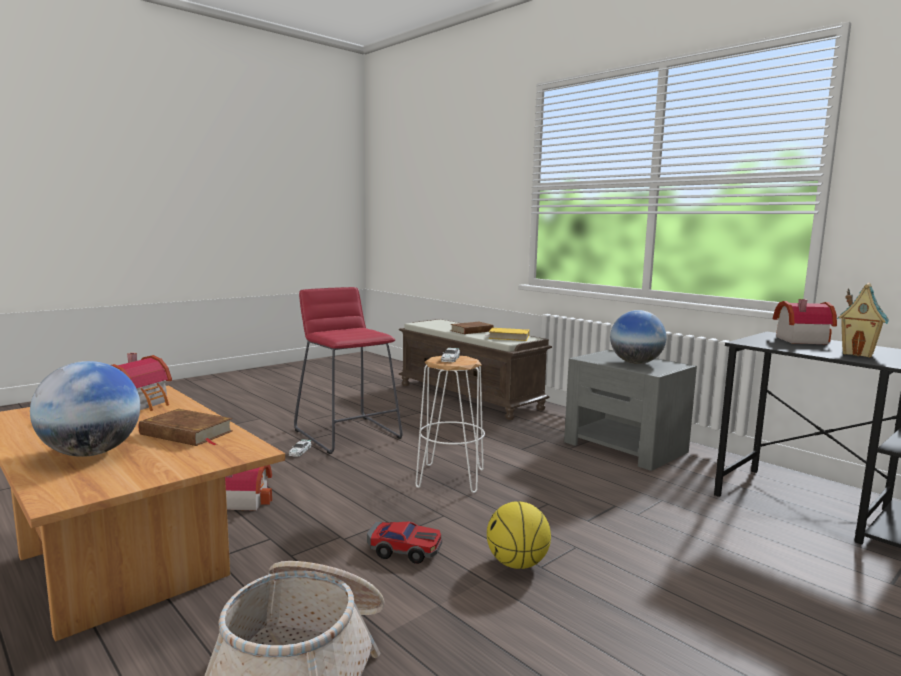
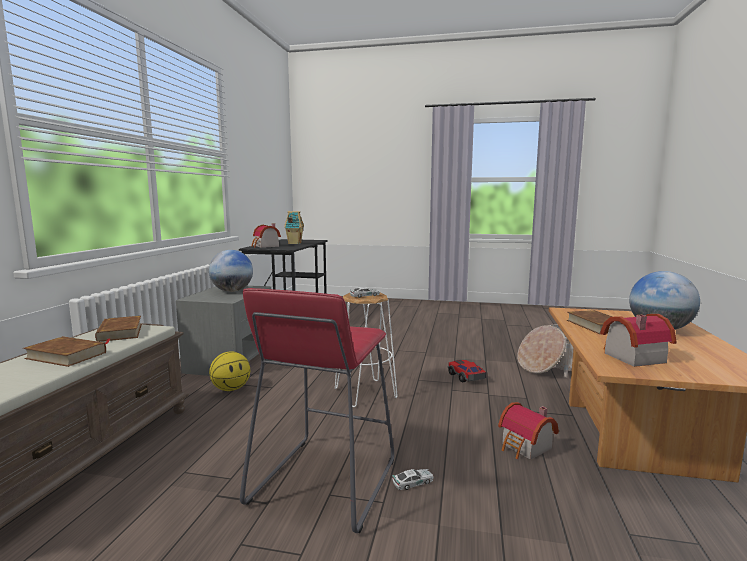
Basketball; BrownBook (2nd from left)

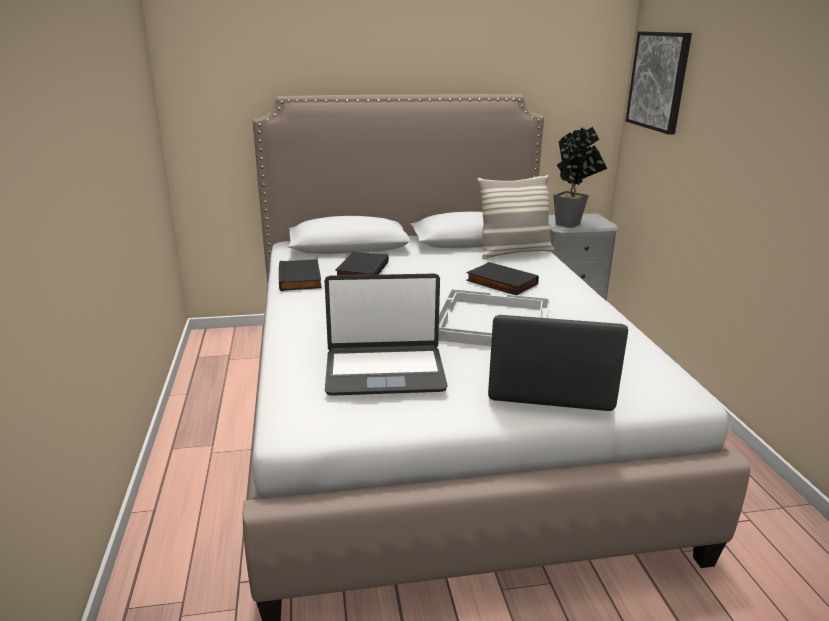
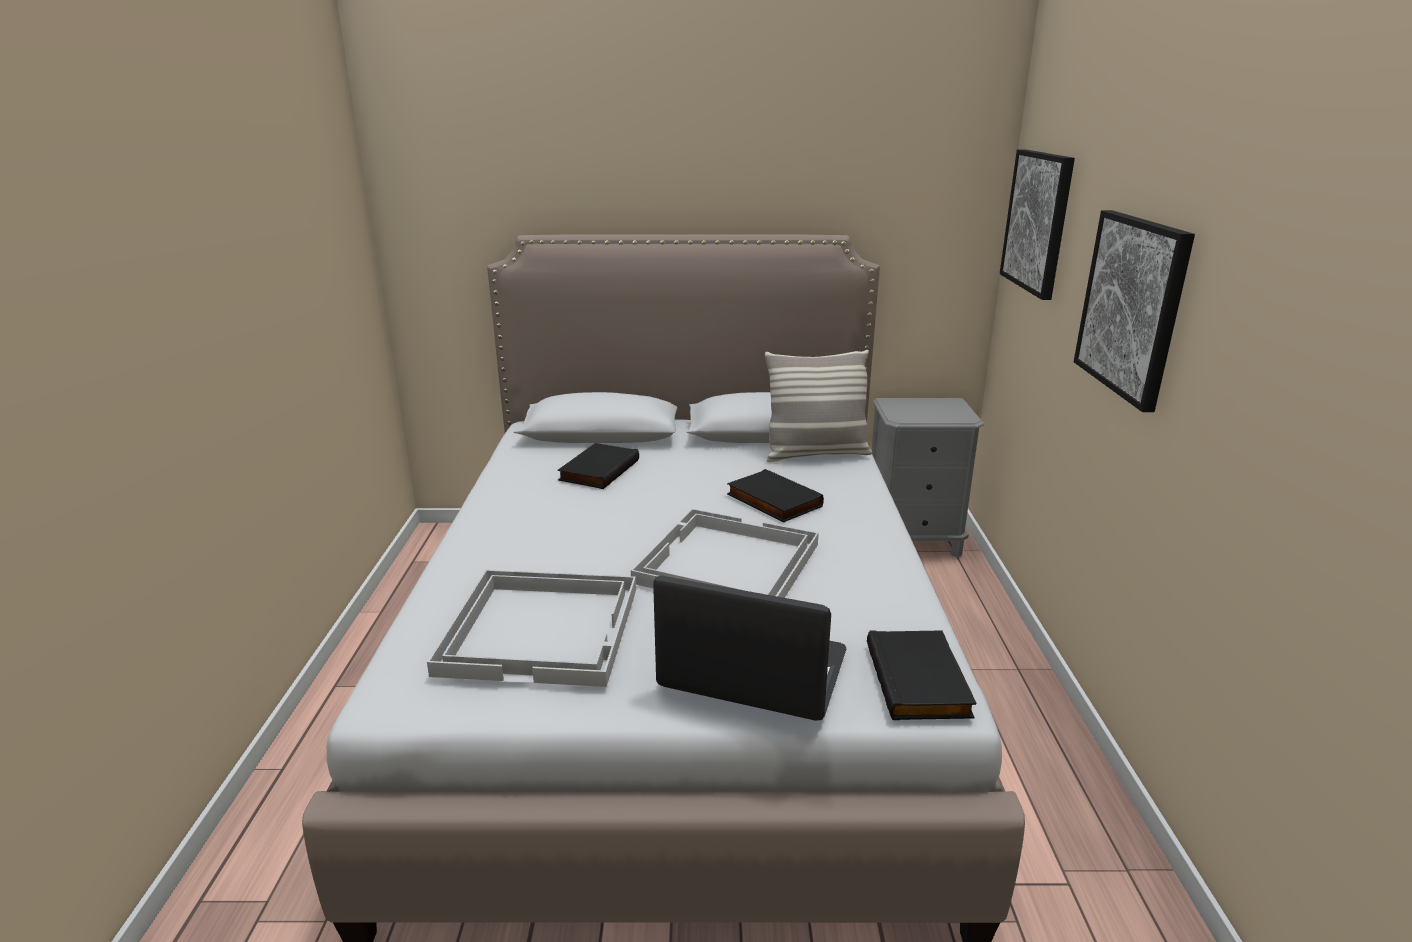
BlackBook (3rd from left); WhiteTray (1st from left); PottedPlant; Picture (2nd from left)

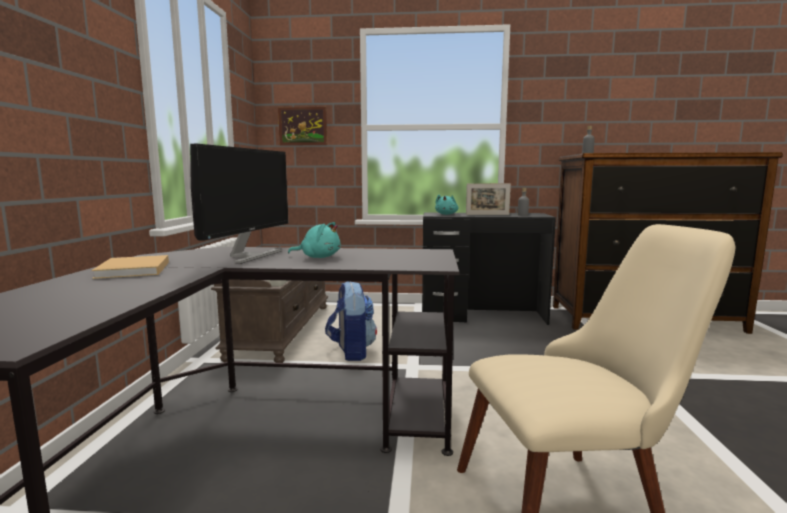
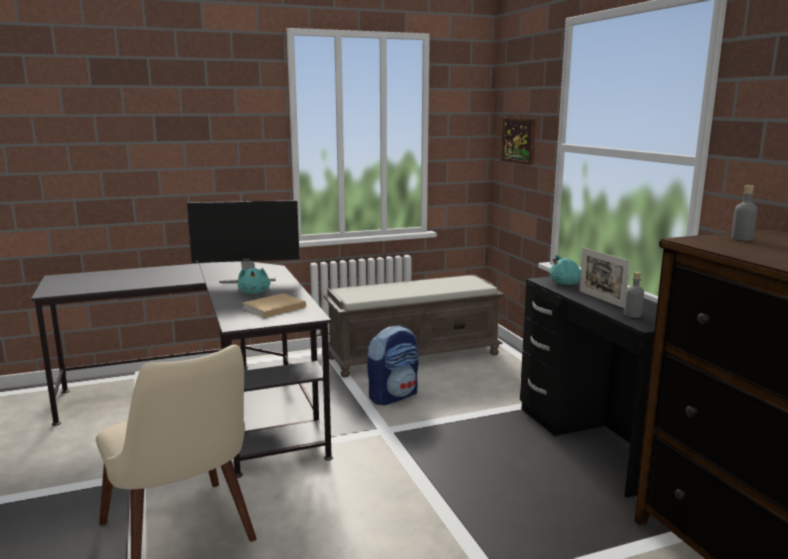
BeigeBook

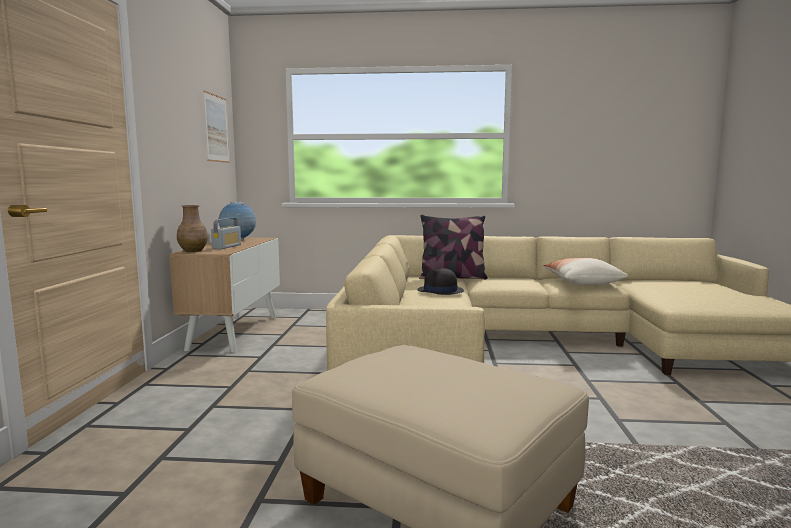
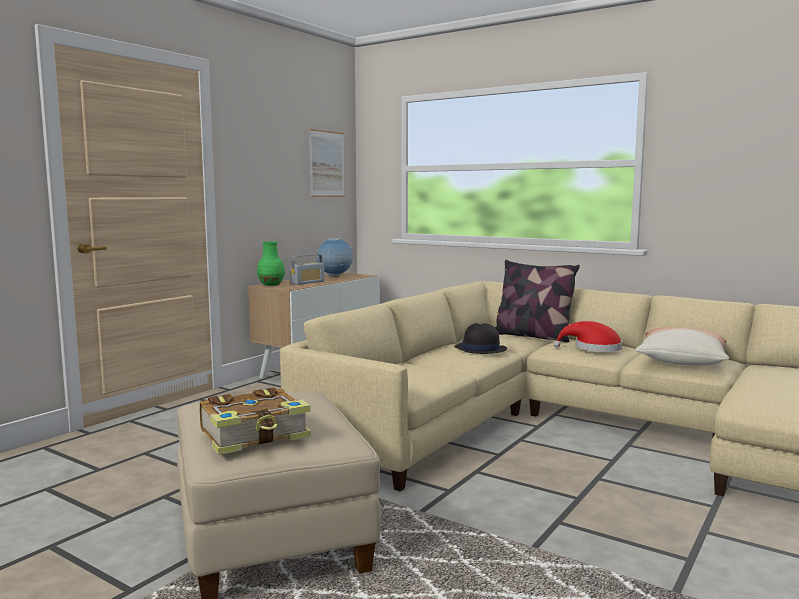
GreenVase; Book; RedHat

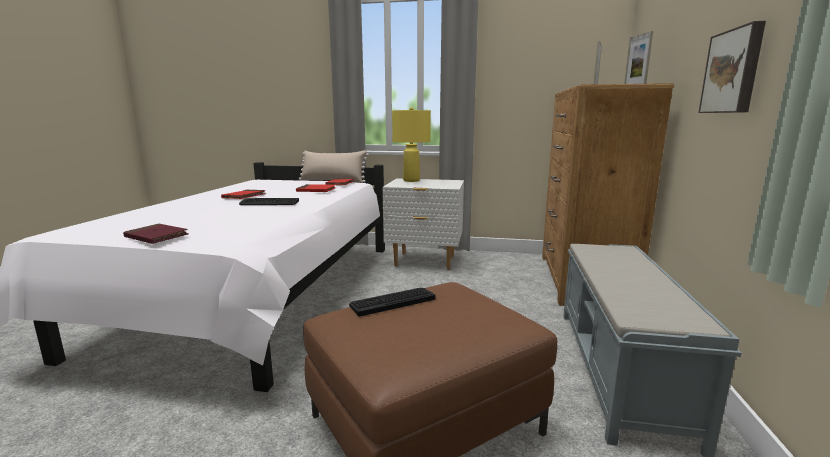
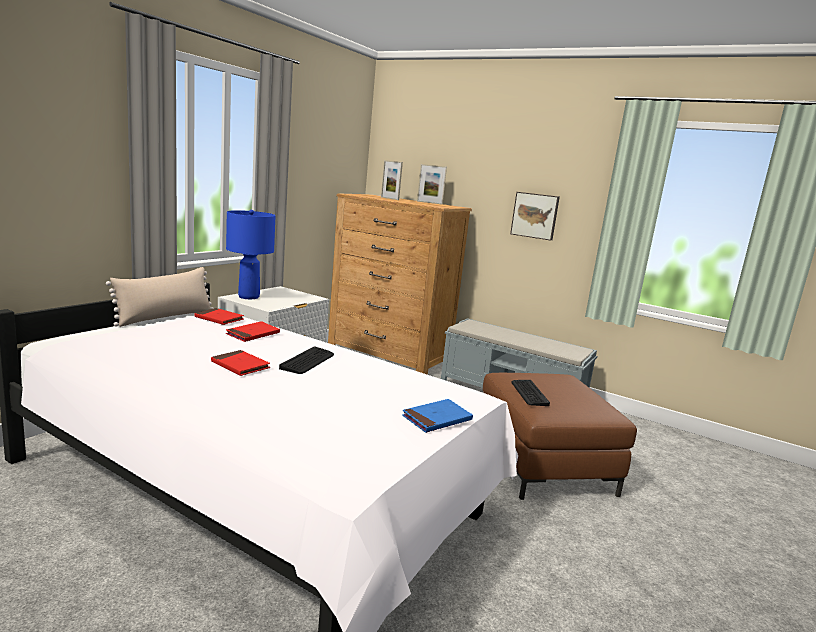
BlueBook; BlueTableLamp

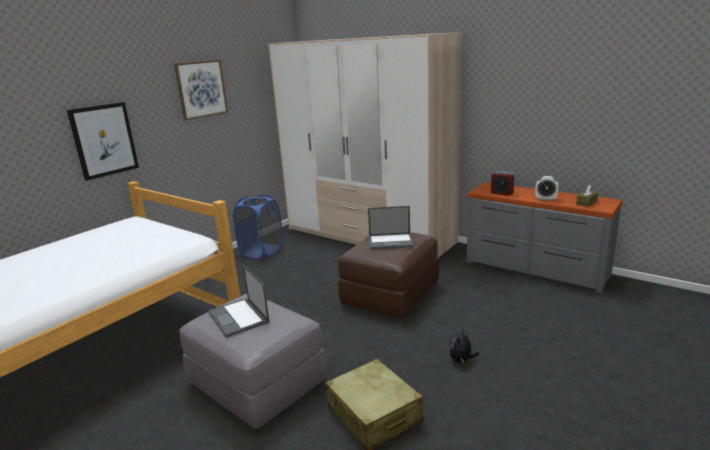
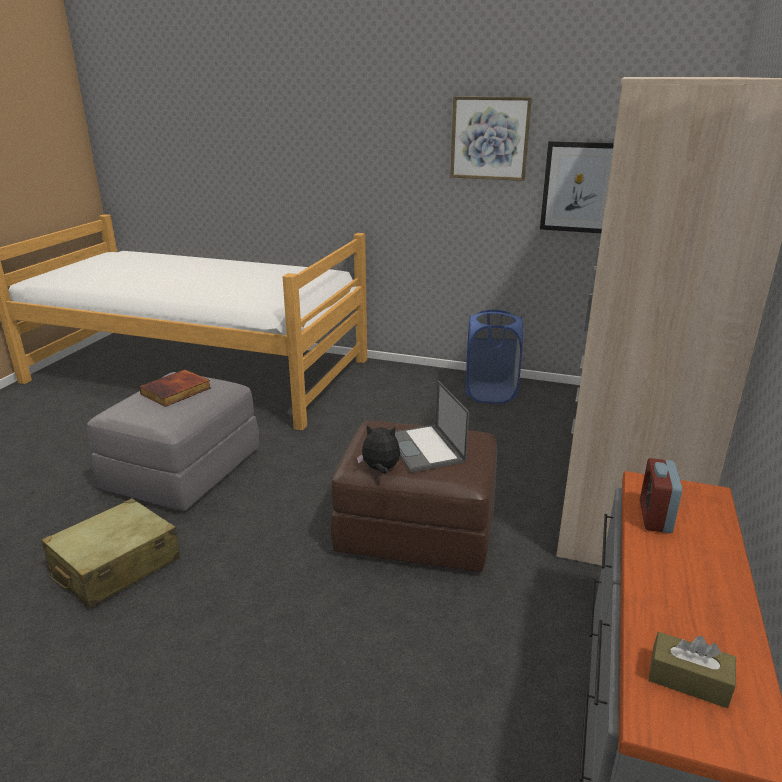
Picture (2nd from left); Book; PlushToy; AlarmClock (2nd from left in the first image)

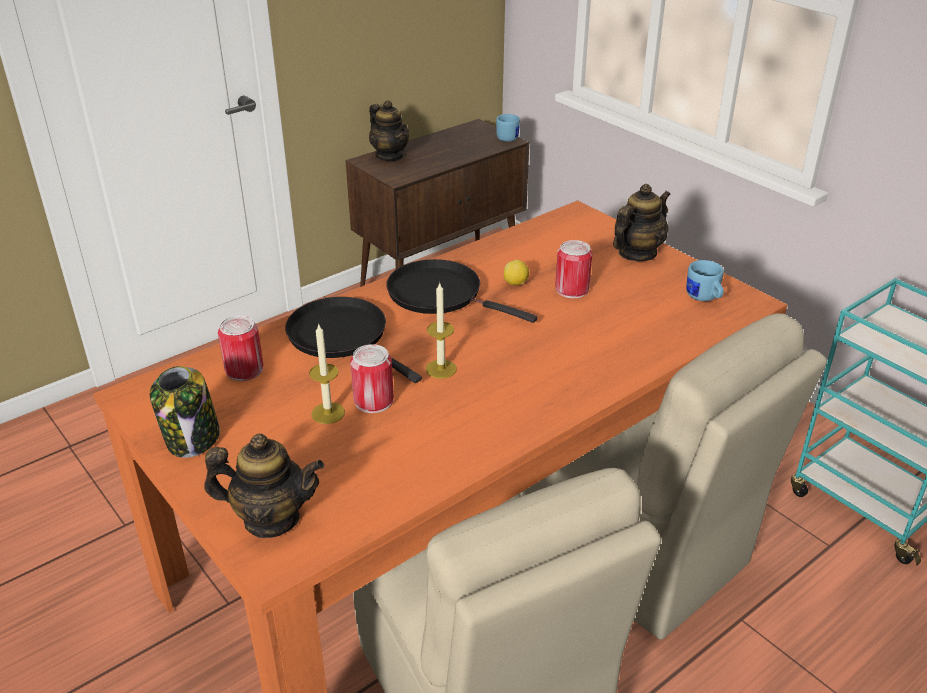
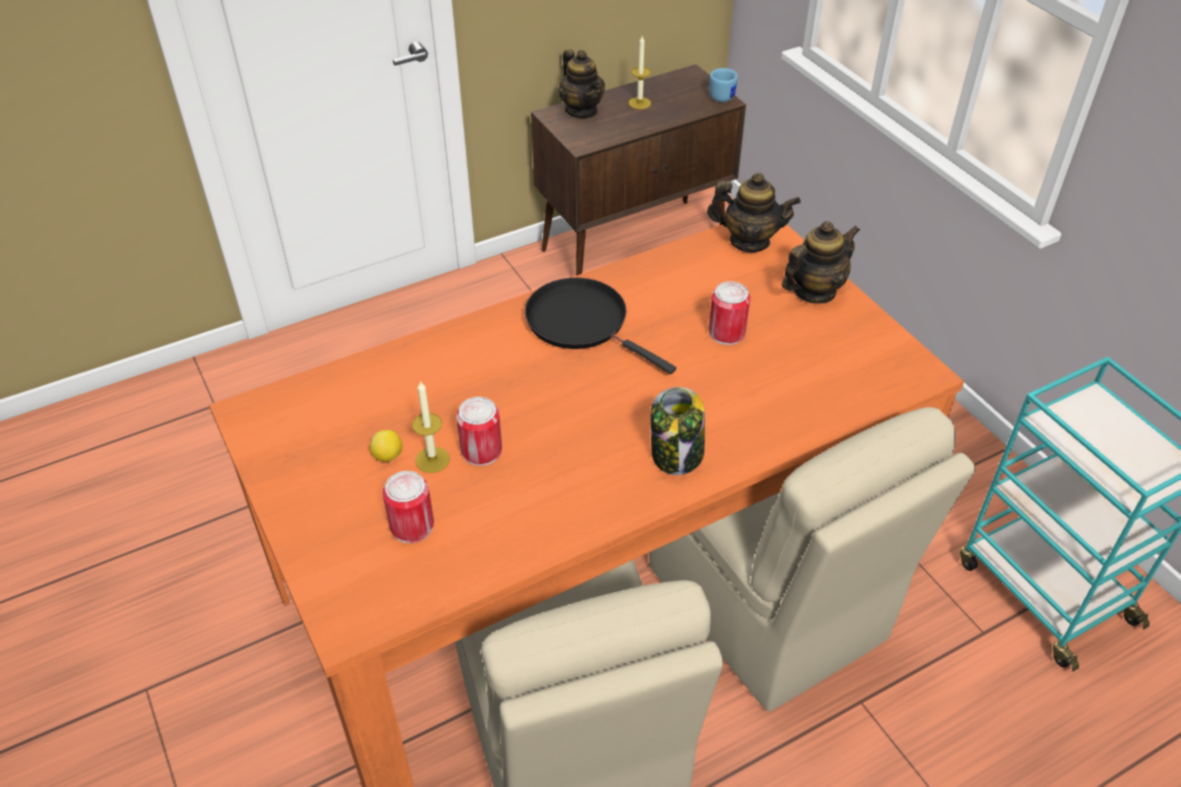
Jar; Teapot (2nd from left); Can (1st from left); BlackFryingPan (1st from left in the first image); Candle (2nd from left); Lemon; BlueMug (2nd from left in the first image)

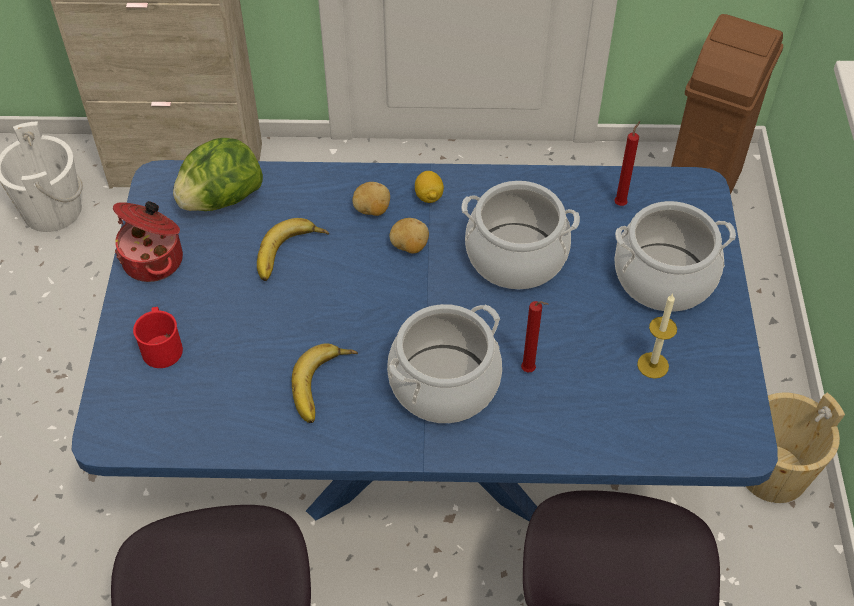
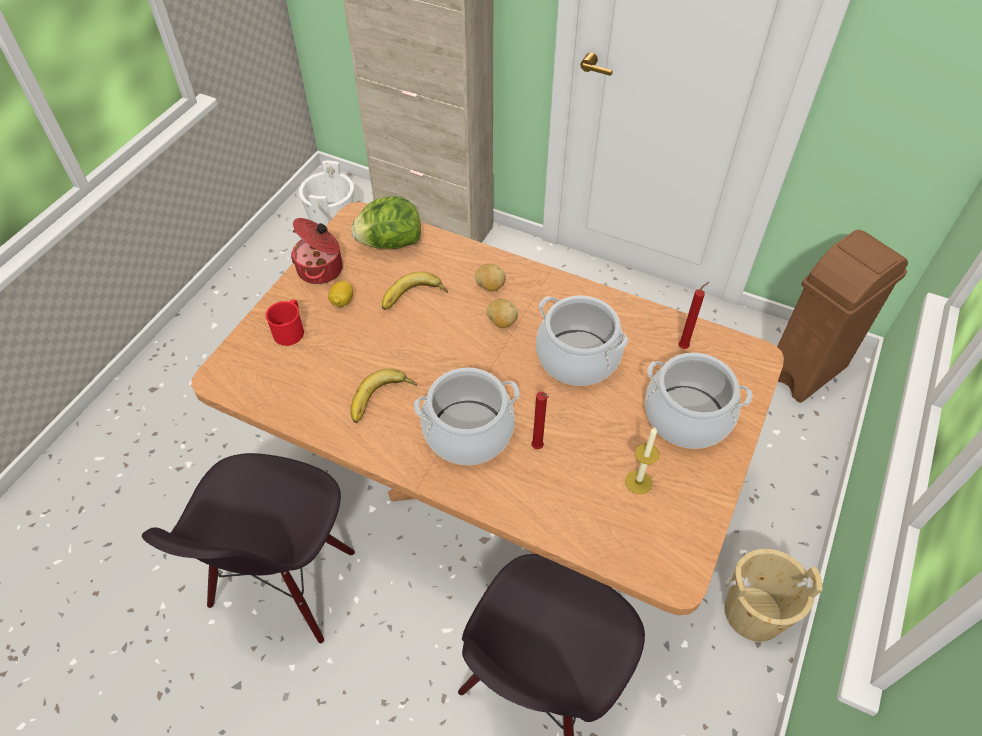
BrownDiningTable; Lemon

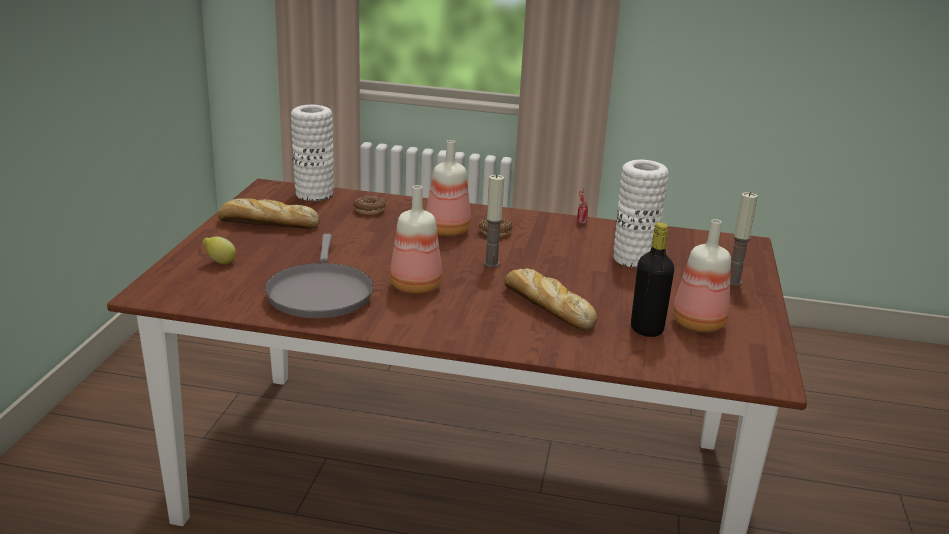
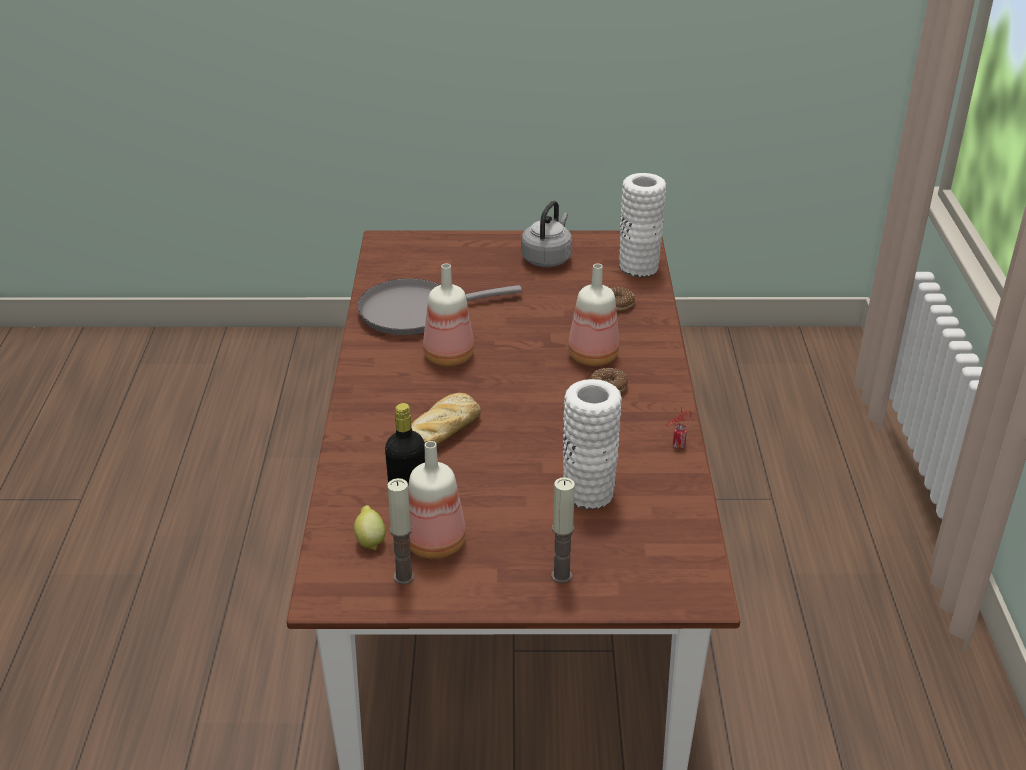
Lemon; GreyKettle; Candle (1st from left)

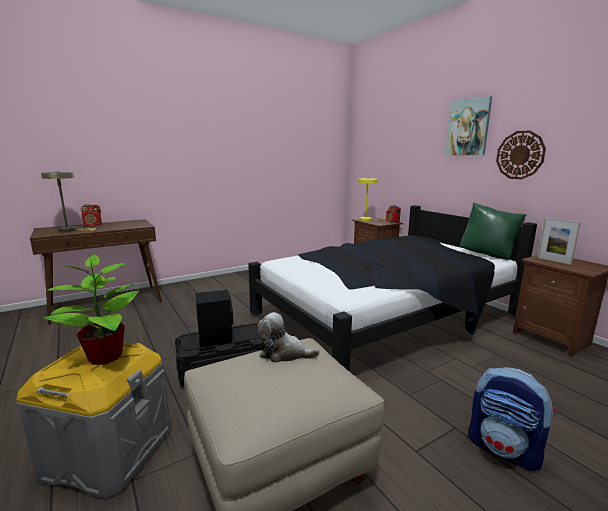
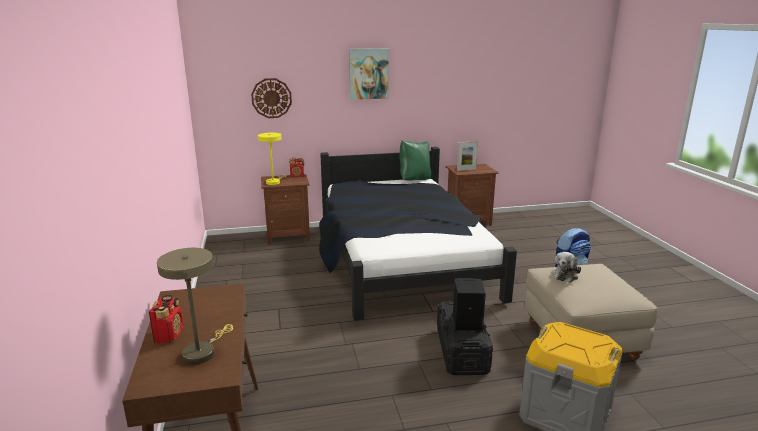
PottedPlant; WallClock

